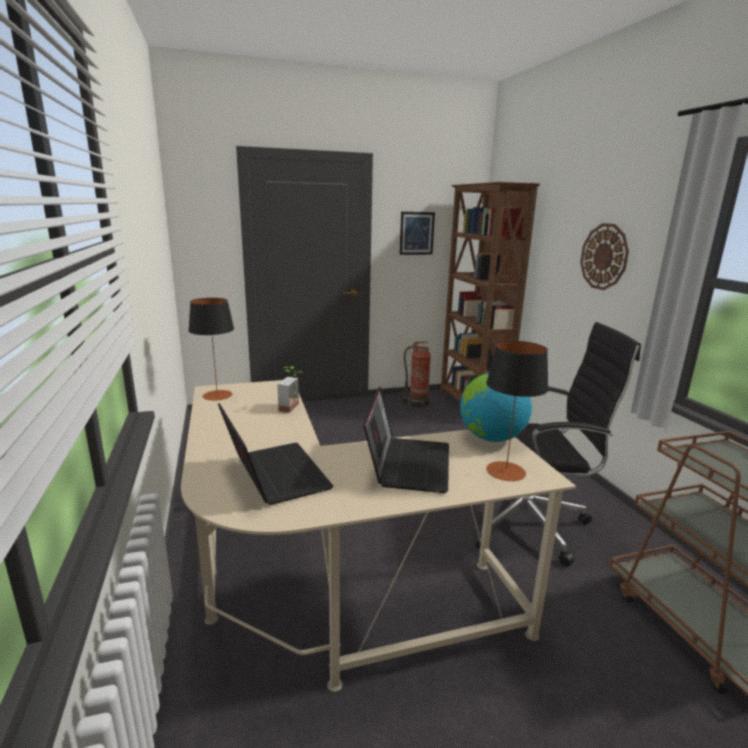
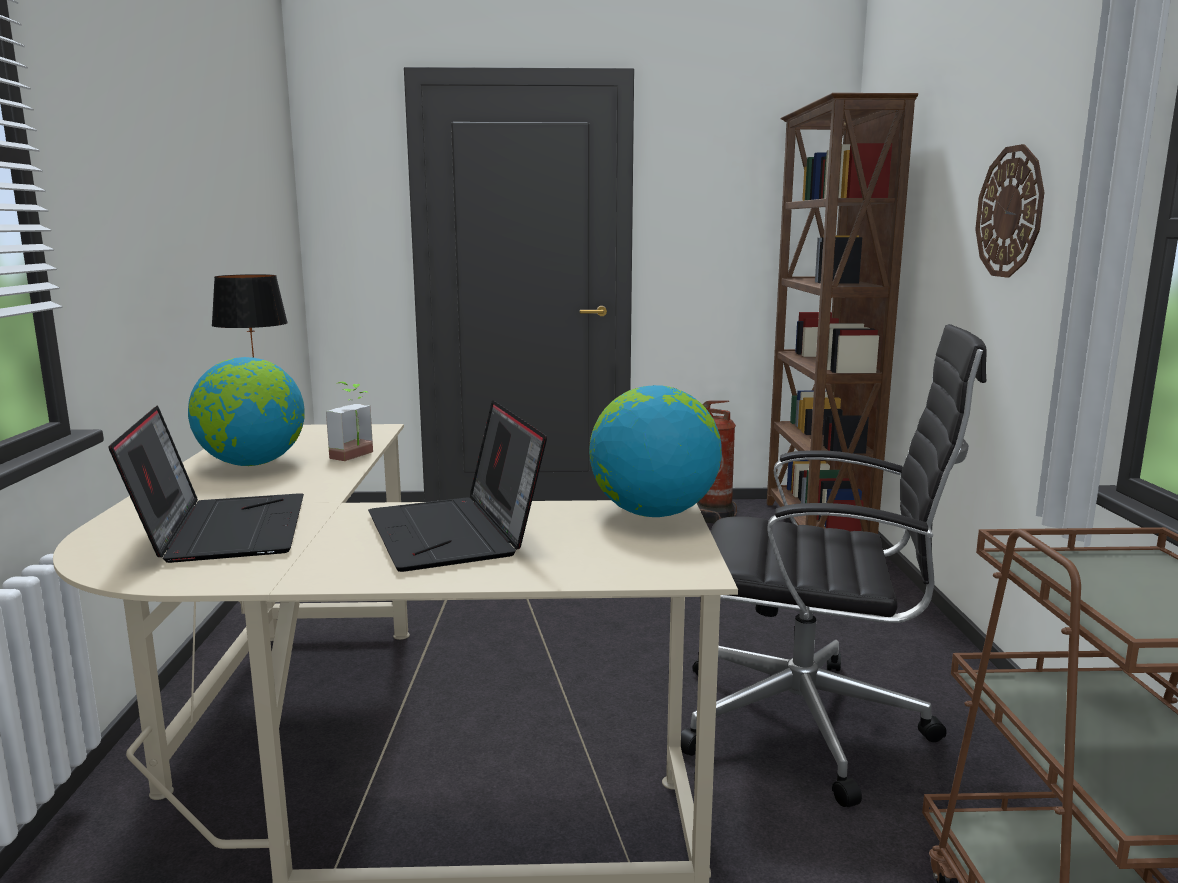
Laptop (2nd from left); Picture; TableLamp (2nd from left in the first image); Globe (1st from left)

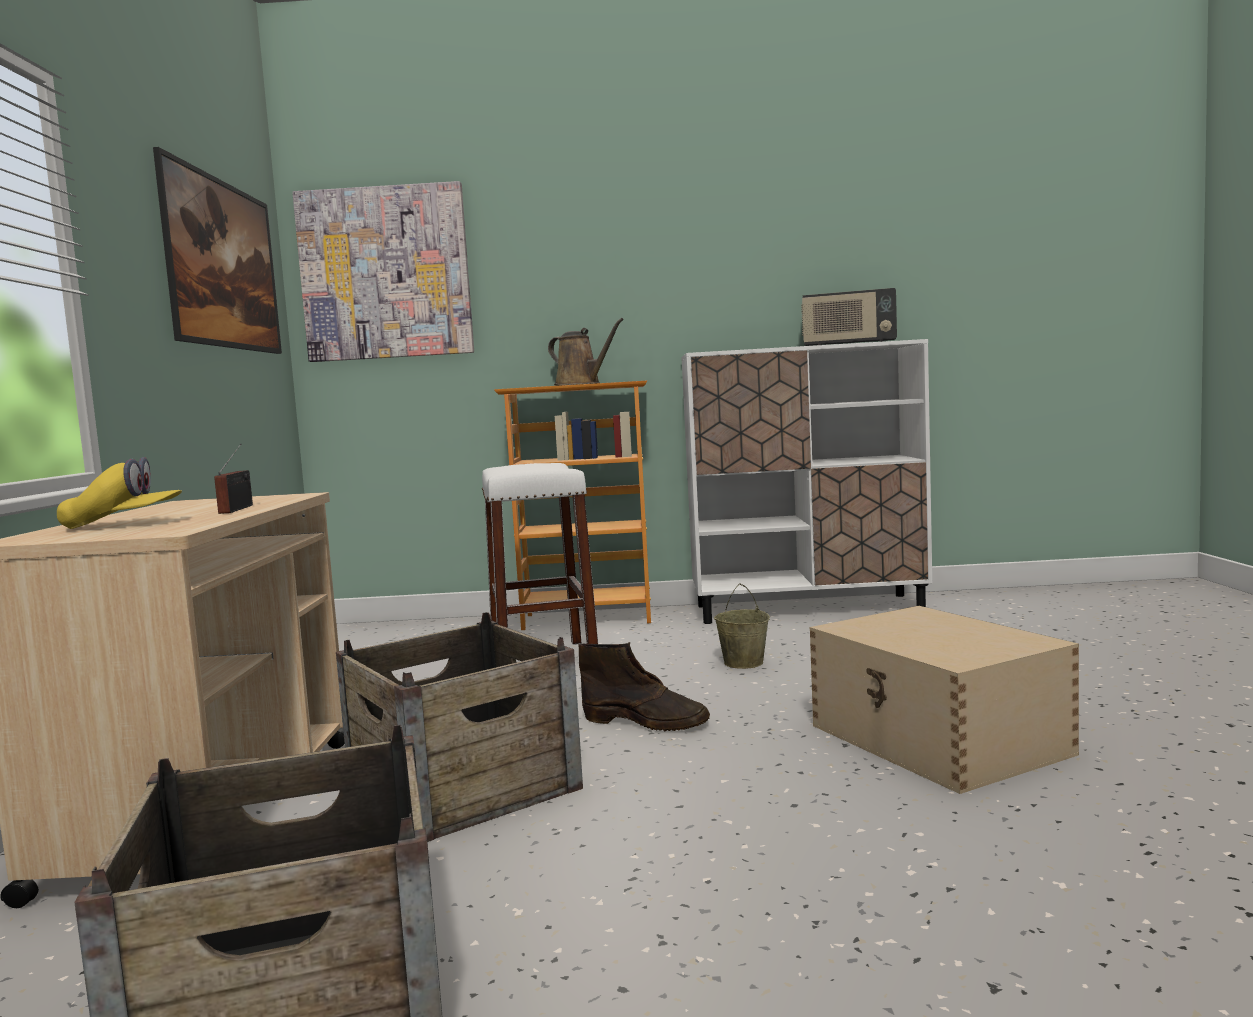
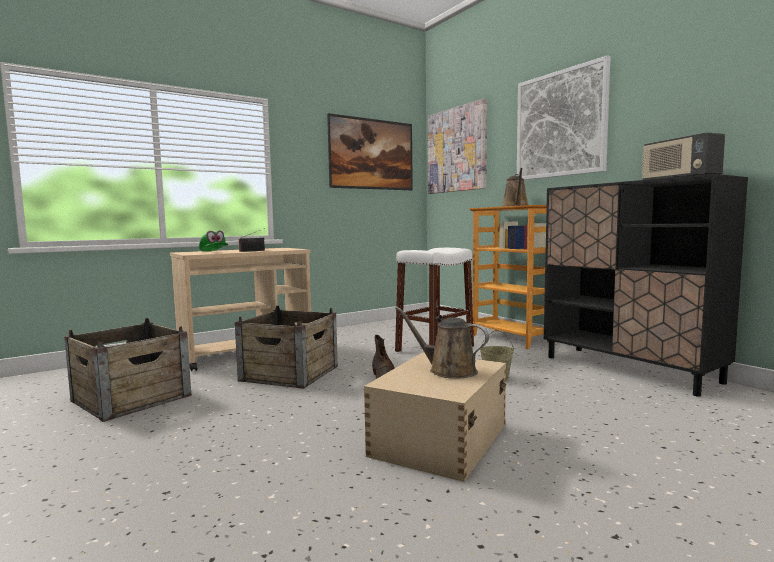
GreenCap; BlackCabinet; BrownWateringCan (1st from left); Picture (3rd from left)

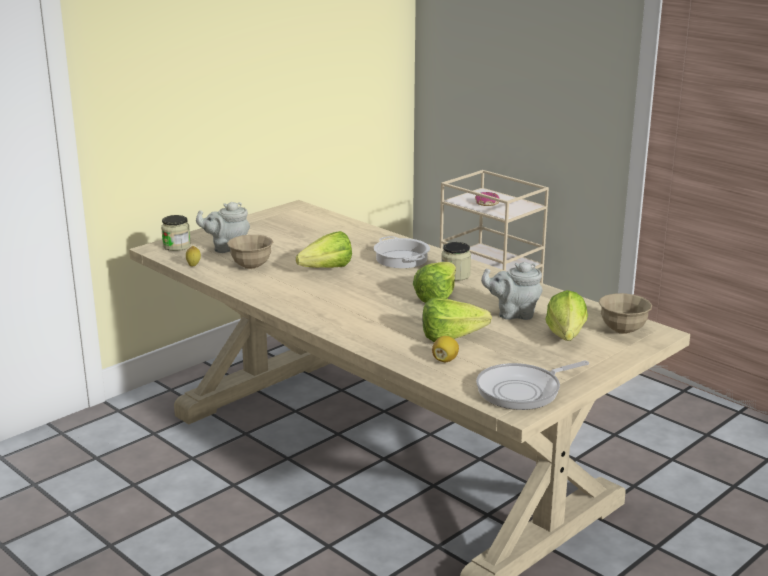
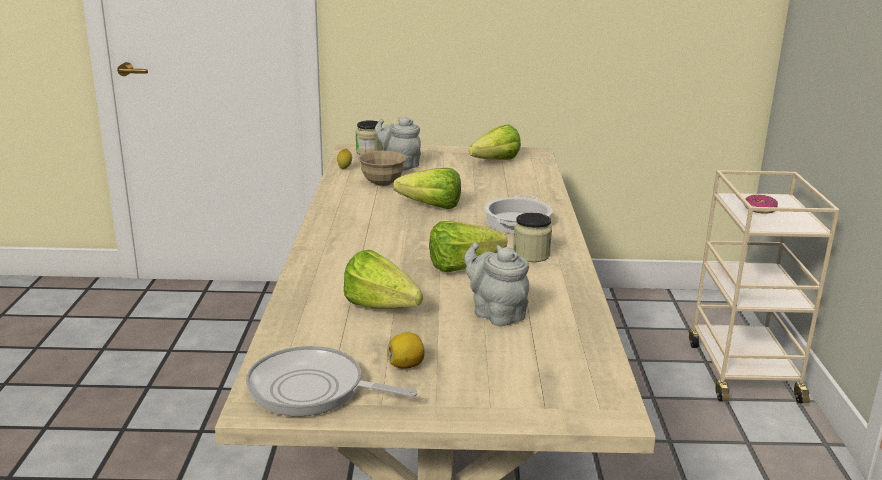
Lemon (2nd from left); Lettuce (4th from left); BeigeBowl (2nd from left in the first image)

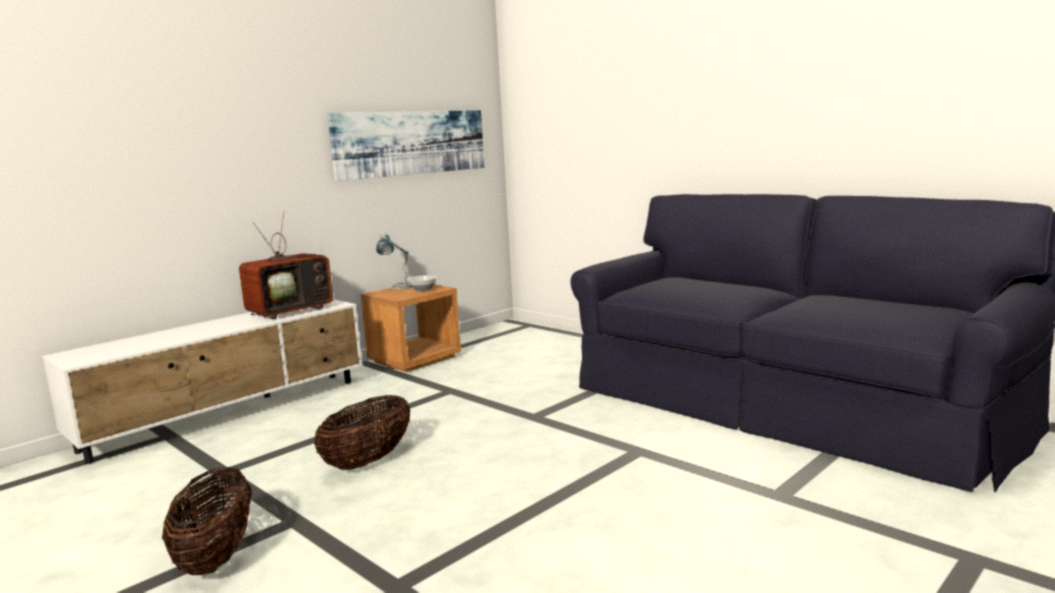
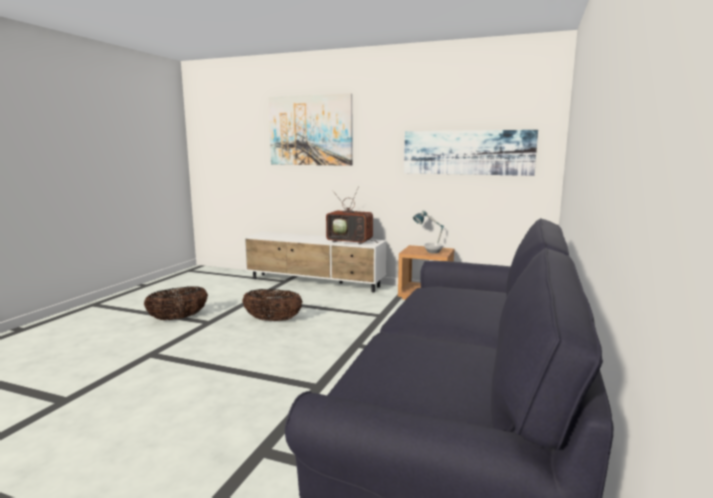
Picture (1st from left)

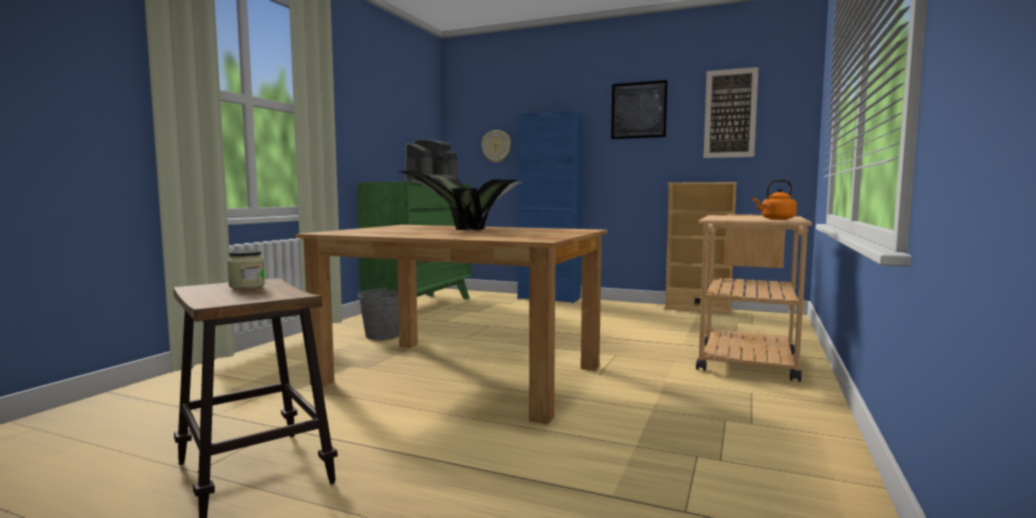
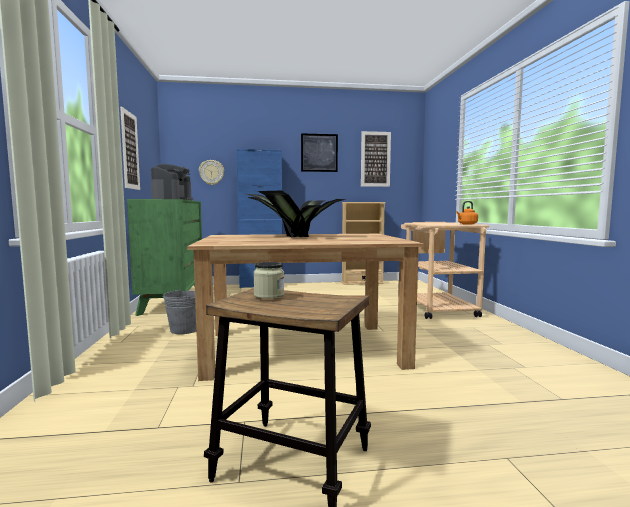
Picture (1st from left)

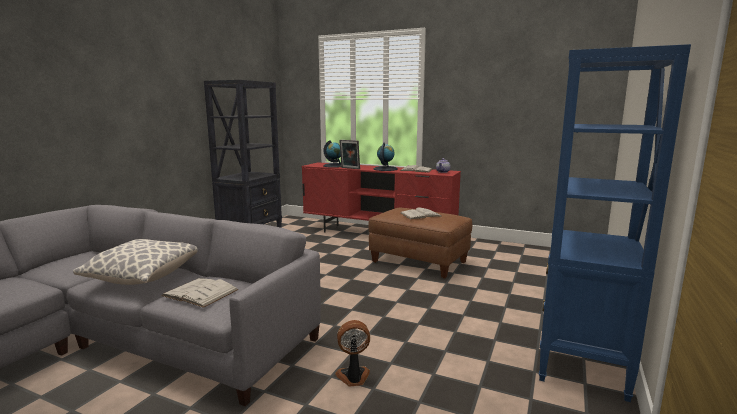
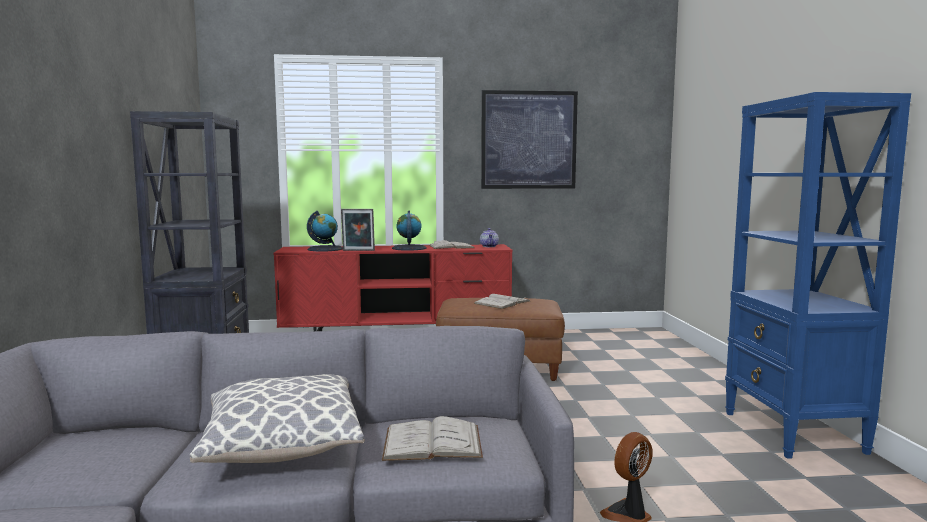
Picture

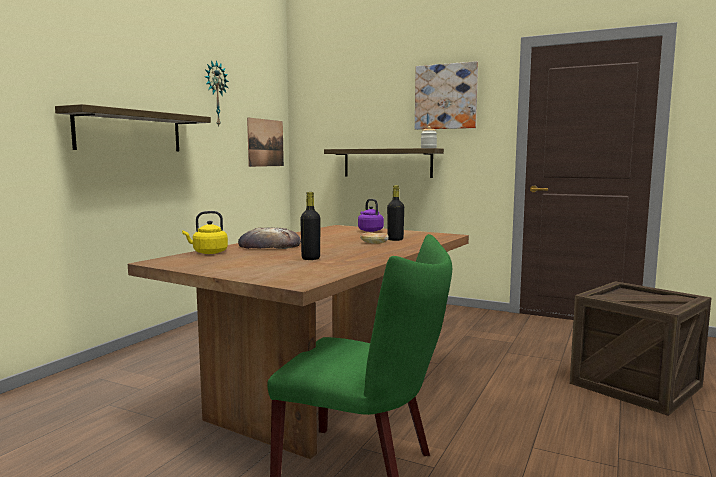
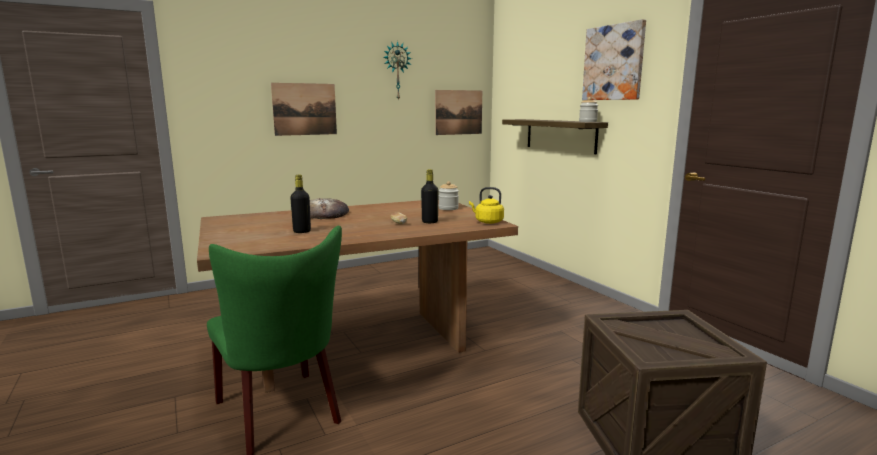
Picture (1st from left); YellowKettle; Jar (1st from left)

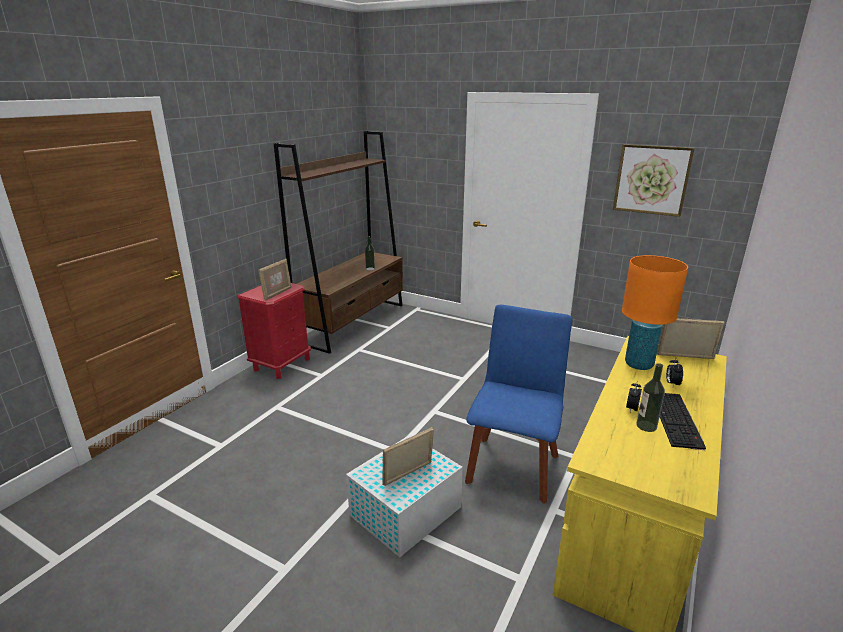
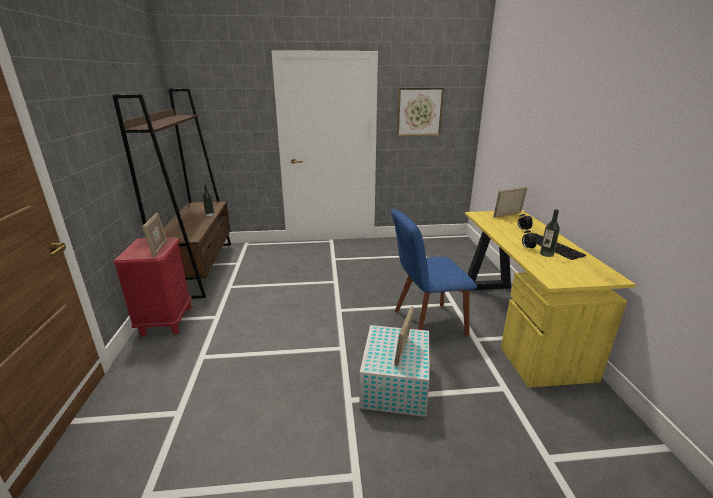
BlueChair; OrangeTableLamp

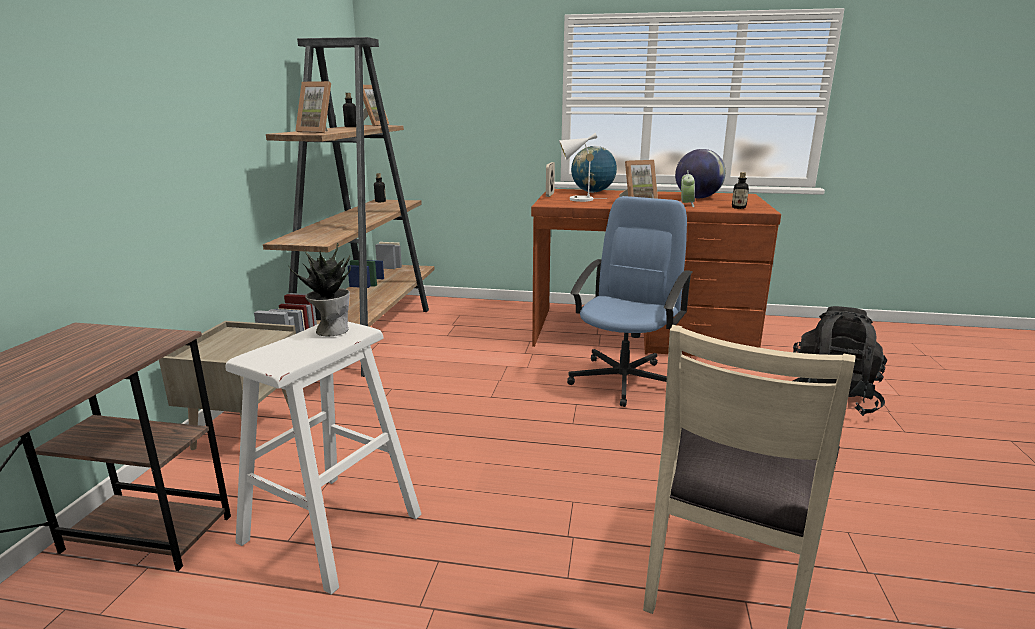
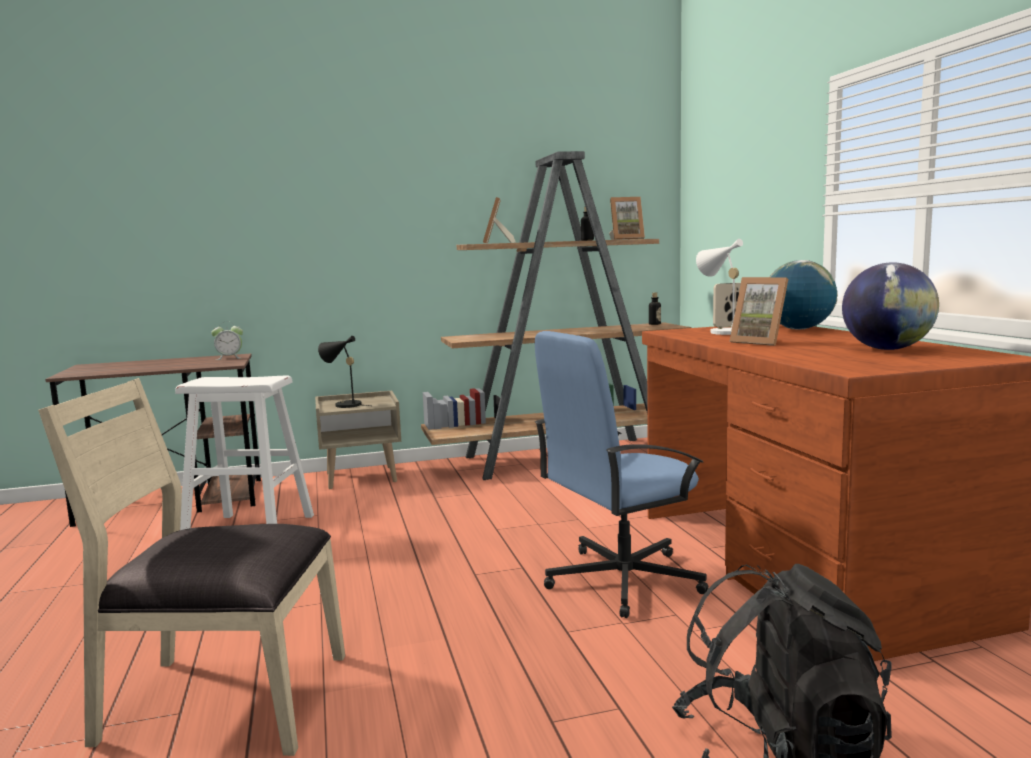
PottedPlant; BlueOfficeChair; AlarmClock; Bottle (3rd from left in the first image); BlackTableLamp

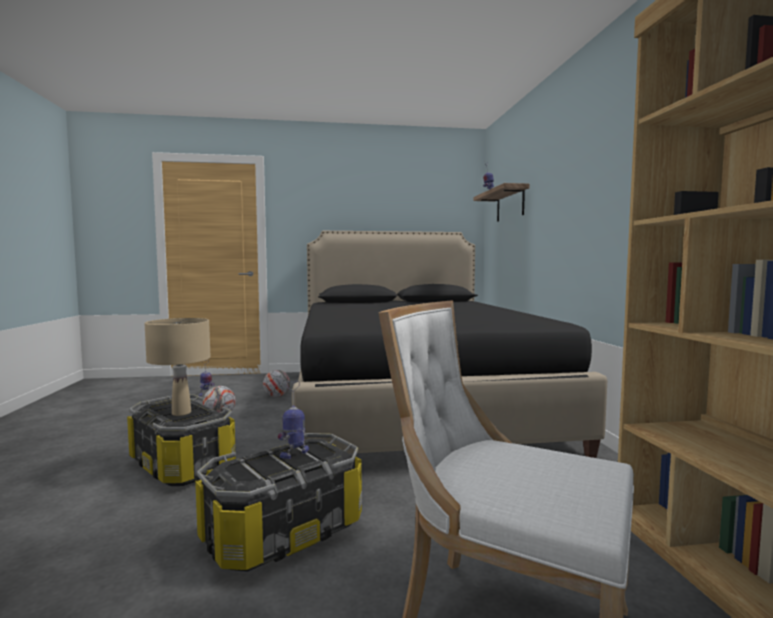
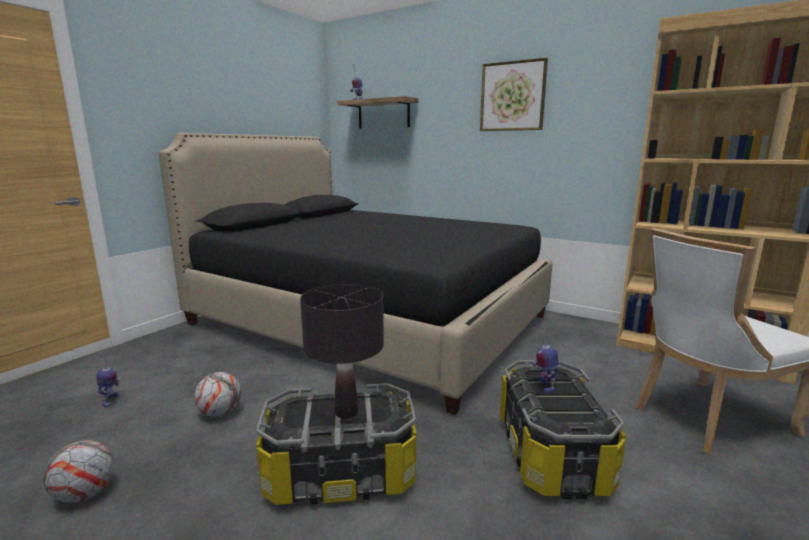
BlackTableLamp; Football (1st from left); Picture

